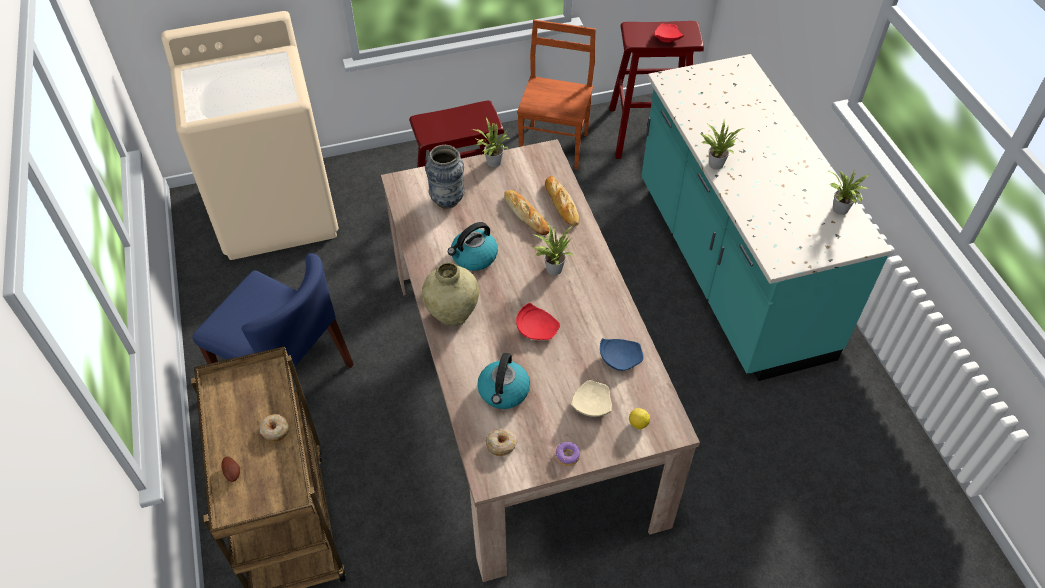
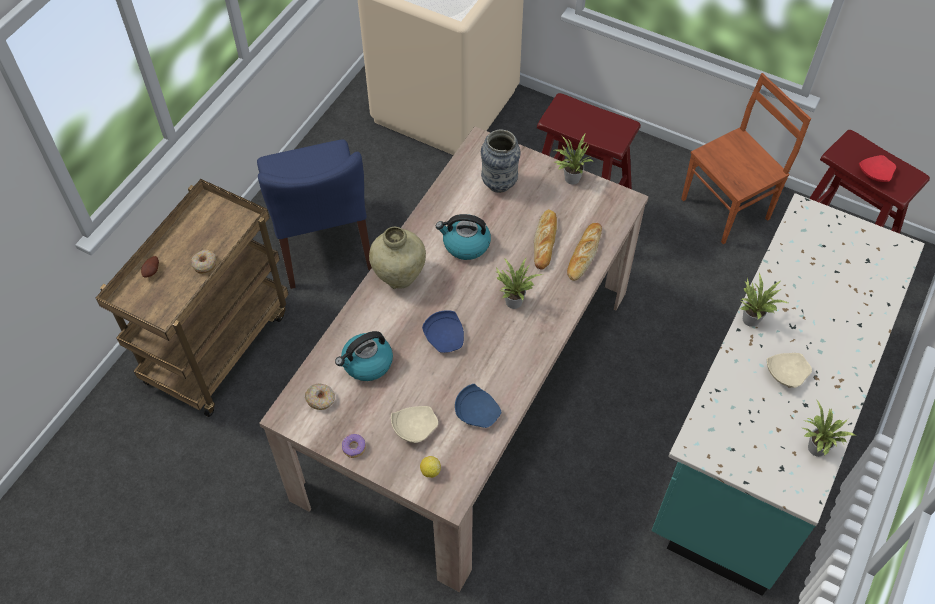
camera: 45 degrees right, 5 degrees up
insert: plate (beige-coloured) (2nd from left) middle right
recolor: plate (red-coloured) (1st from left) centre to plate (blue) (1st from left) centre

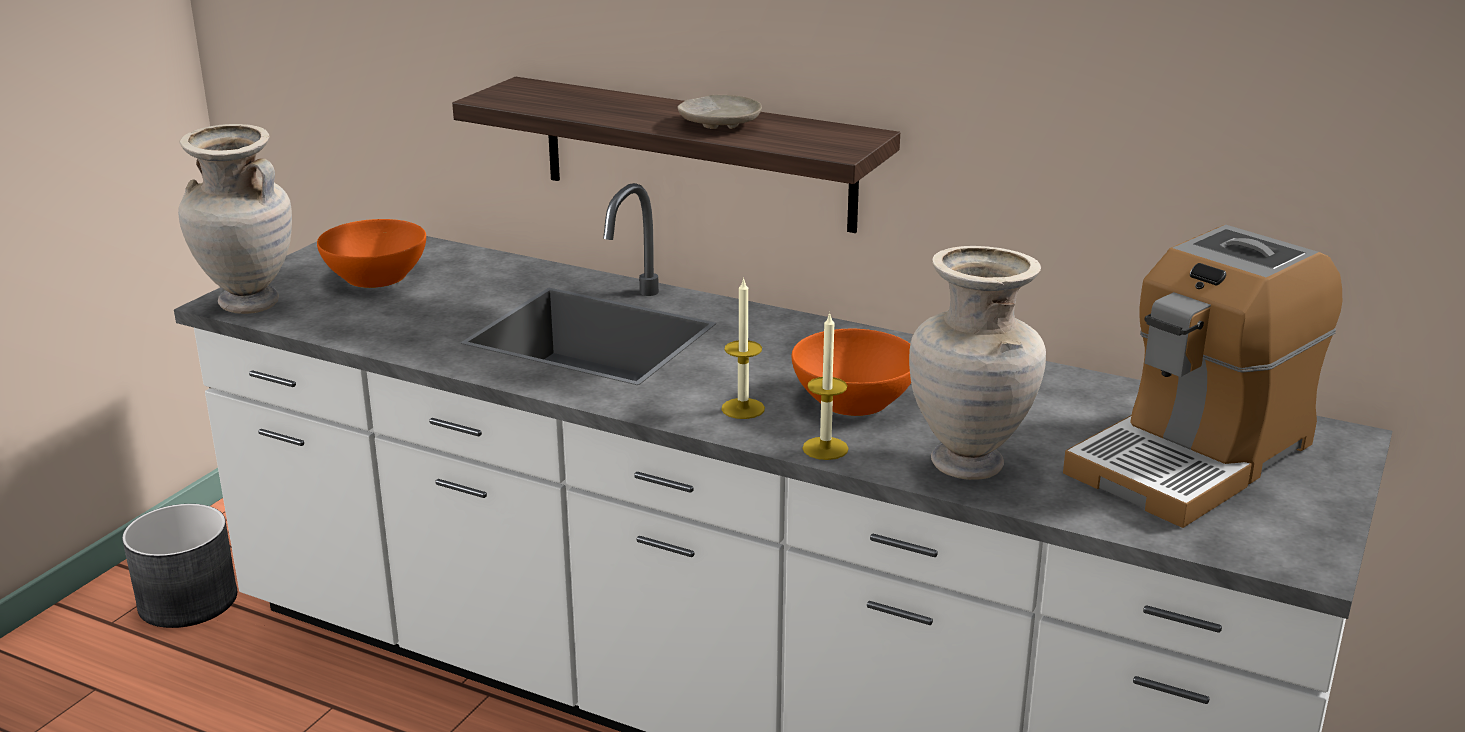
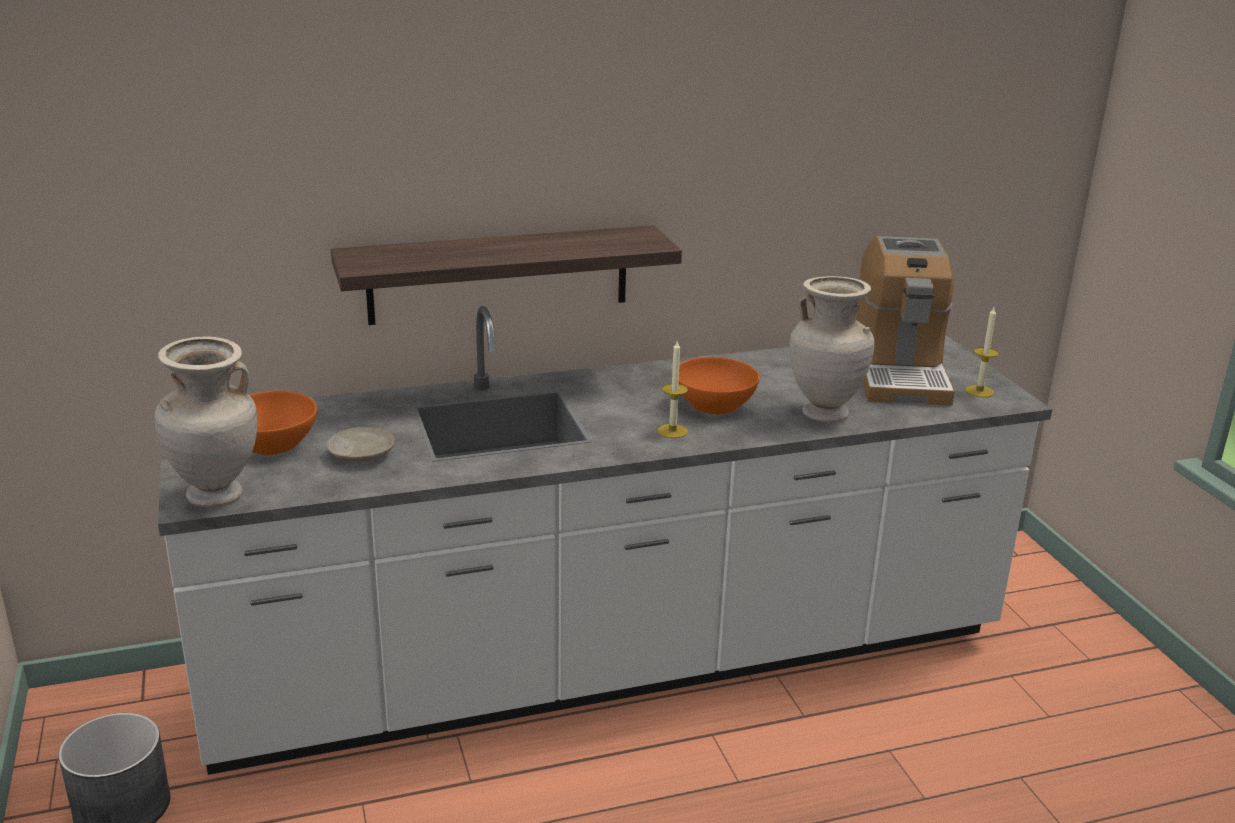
camera: 45 degrees left, 0 degrees up
move: plate (beige-coloured) top centre to middle left; candle (2nd from left) centre to middle right

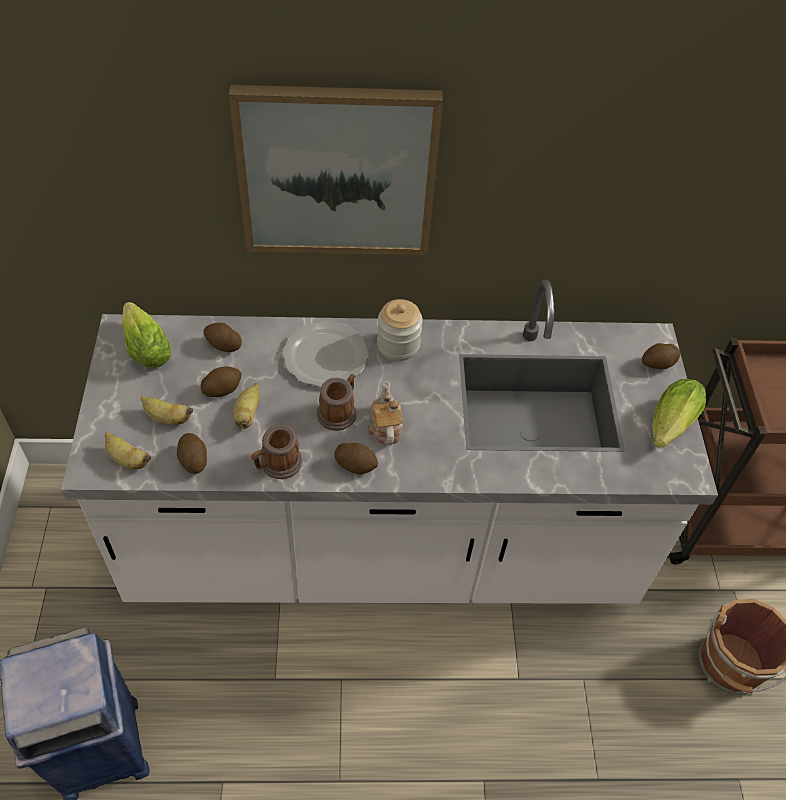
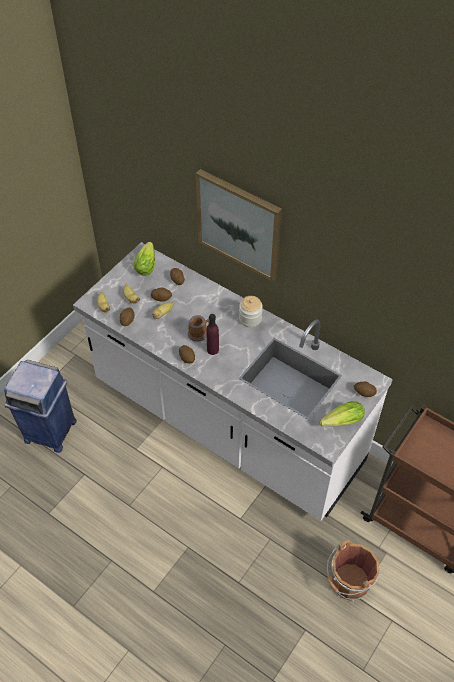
camera: 40 degrees right, 0 degrees up
delete: tea mug (1st from left) centre; plate centre
replace: pot for tea centre to beverage bottle (purple-coloured) centre

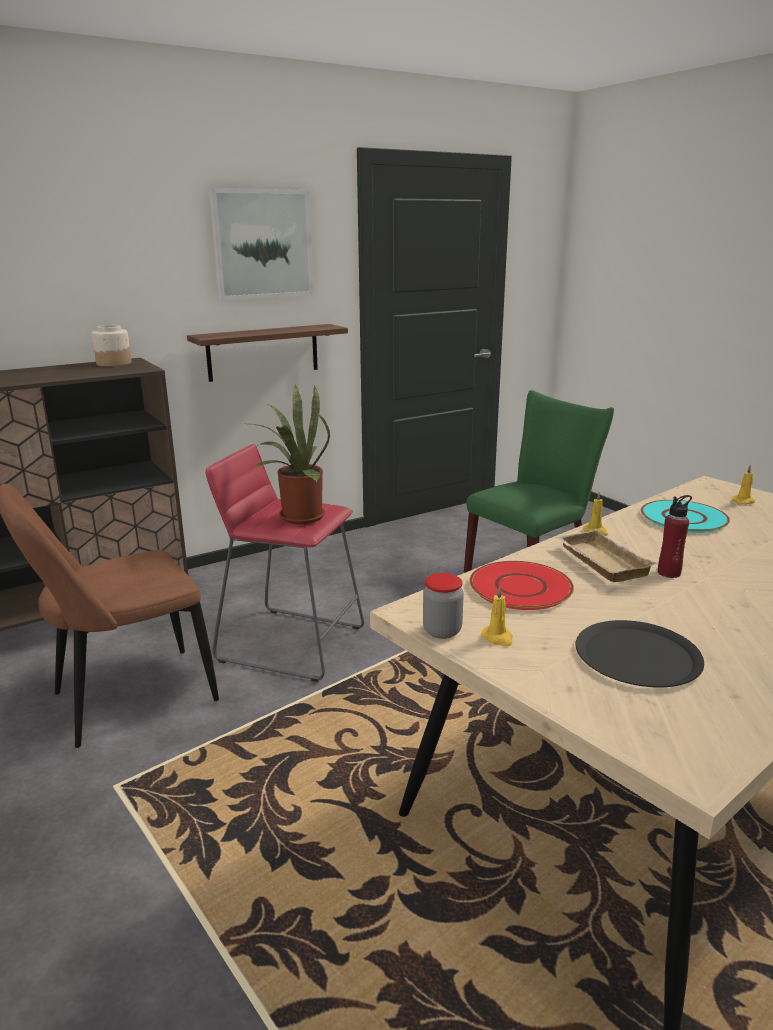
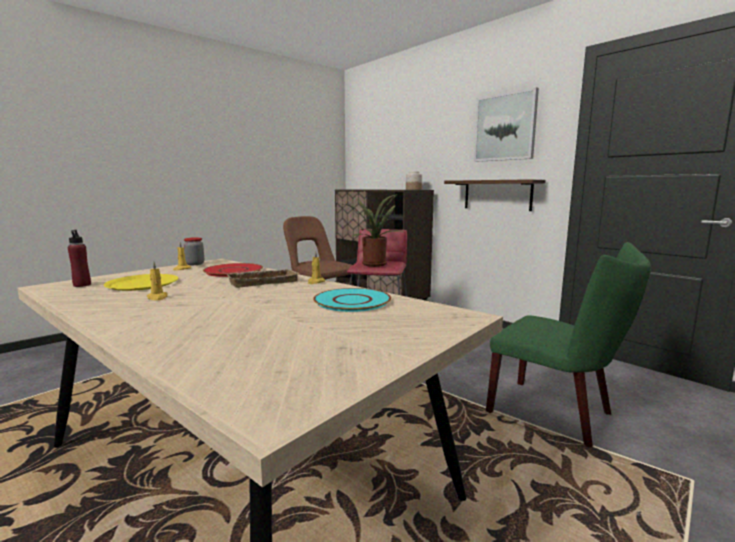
camera: 80 degrees right, 10 degrees down
move: beverage bottle (red-coloured) middle right to middle left; candle (yellow) (3rd from left in the first image) middle right to candle (yellow) (1st from left) middle left
recolor: plate (blackish) middle right to plate (yellow) middle left

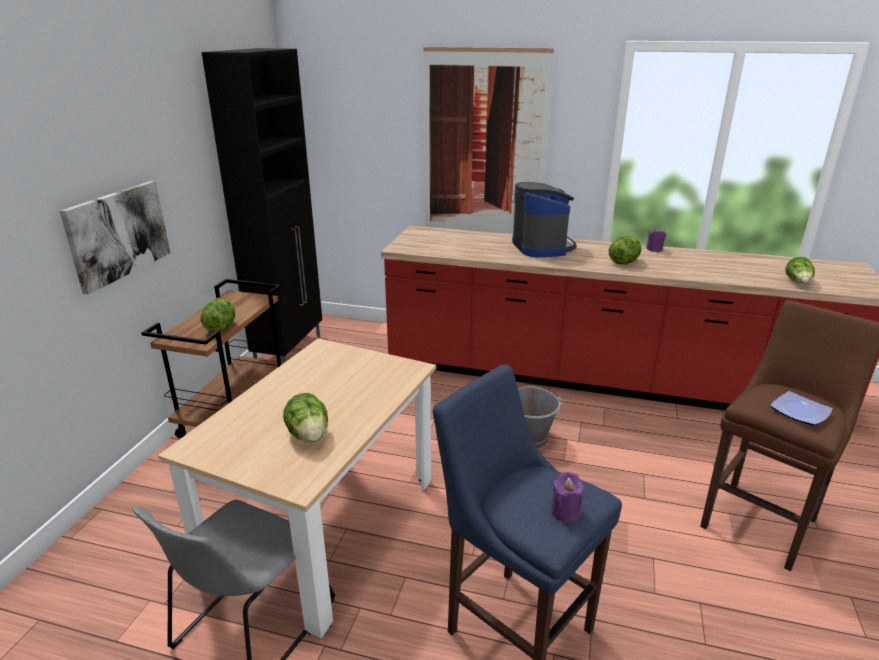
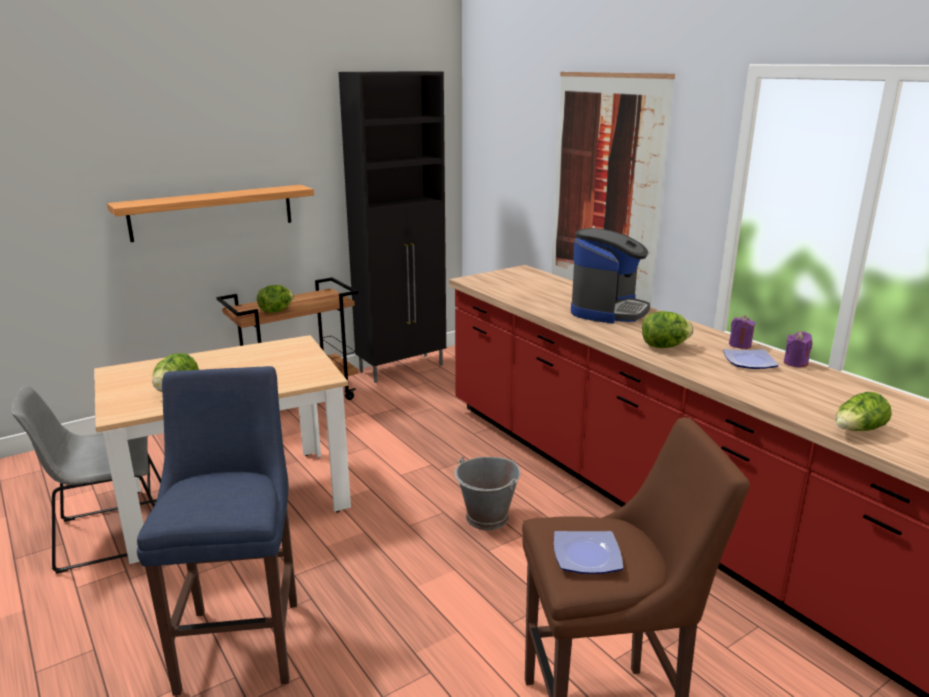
camera: 40 degrees right, 5 degrees down
insert: plate (2nd from left) middle right
move: candle (purple-coloured) (1st from left in the first image) bottom centre to candle (purple-coloured) (2nd from left) middle right
replace: wall picture (1st from left) middle left to bracket shelf top left

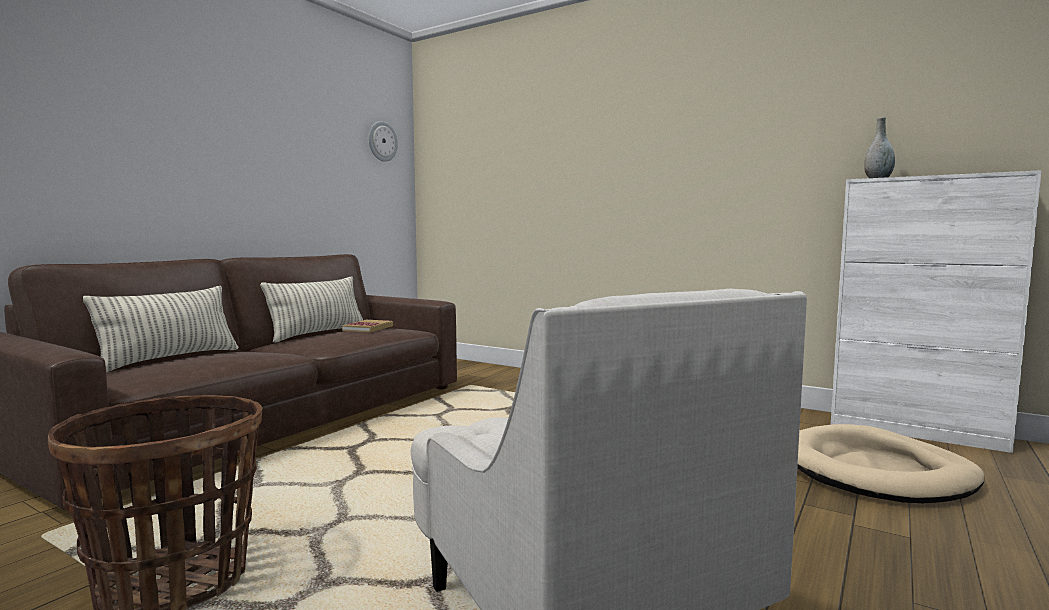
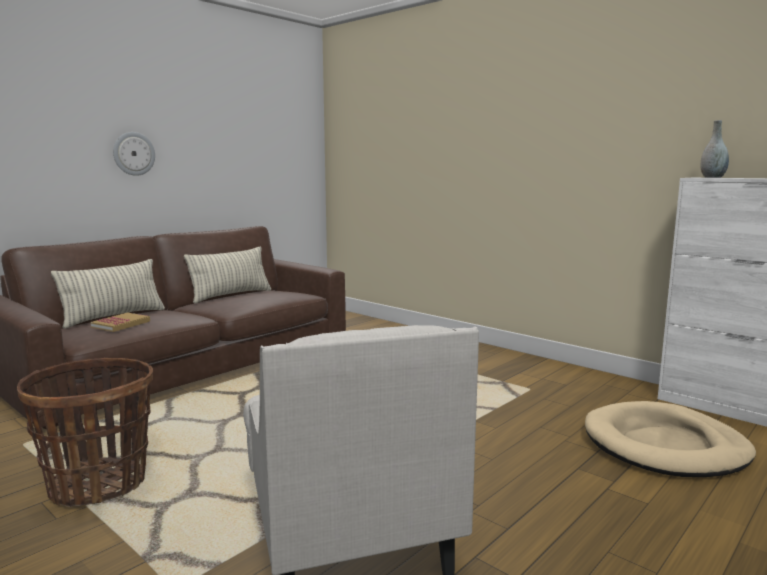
camera: 10 degrees right, 5 degrees up
move: bound book centre to middle left; hanging clock top centre to top left

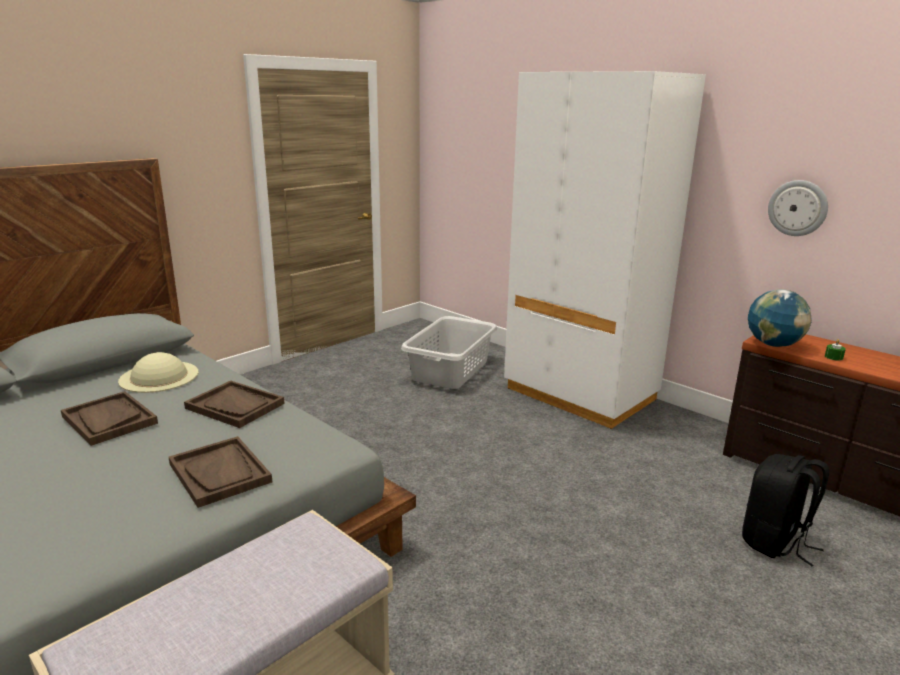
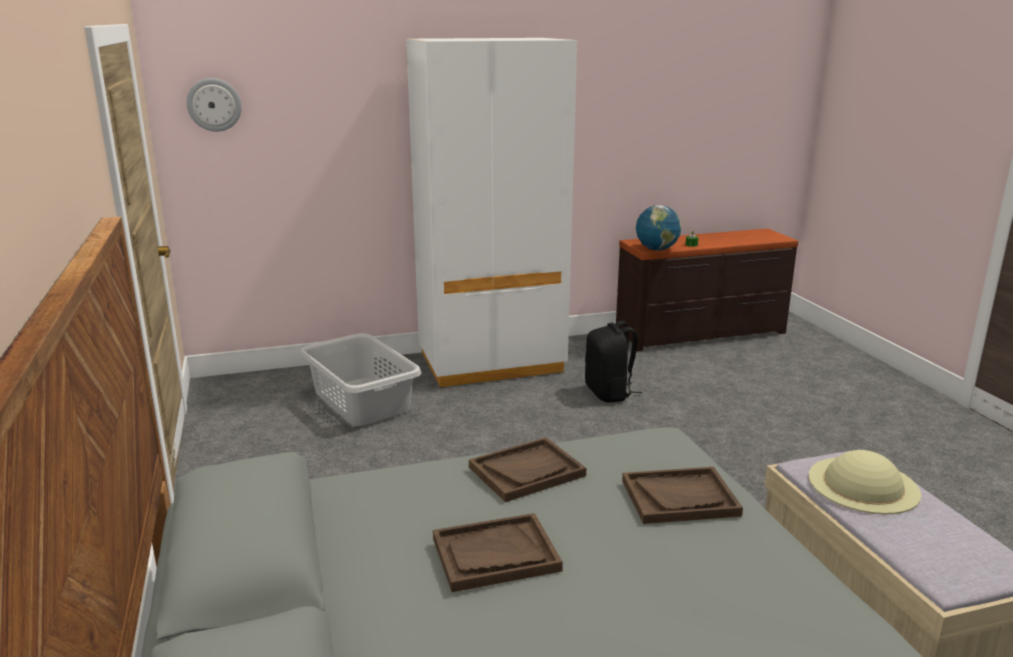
camera: 60 degrees left, 0 degrees up
move: hat (beige-coloured) middle left to bottom right; backpack (blackish) bottom right to centre; hanging clock top right to top left

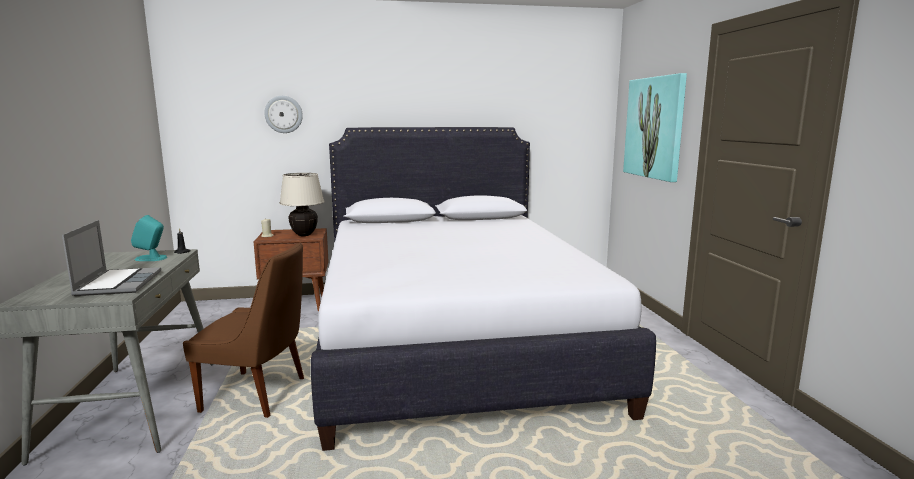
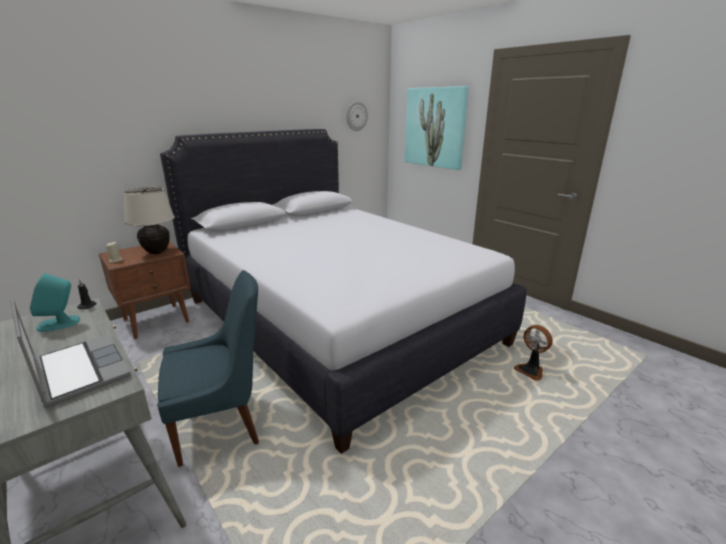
camera: 30 degrees left, 10 degrees up
insert: electric fan middle right
move: hanging clock top left to top centre
recolor: chair (brownish) bottom left to chair (blue) bottom left

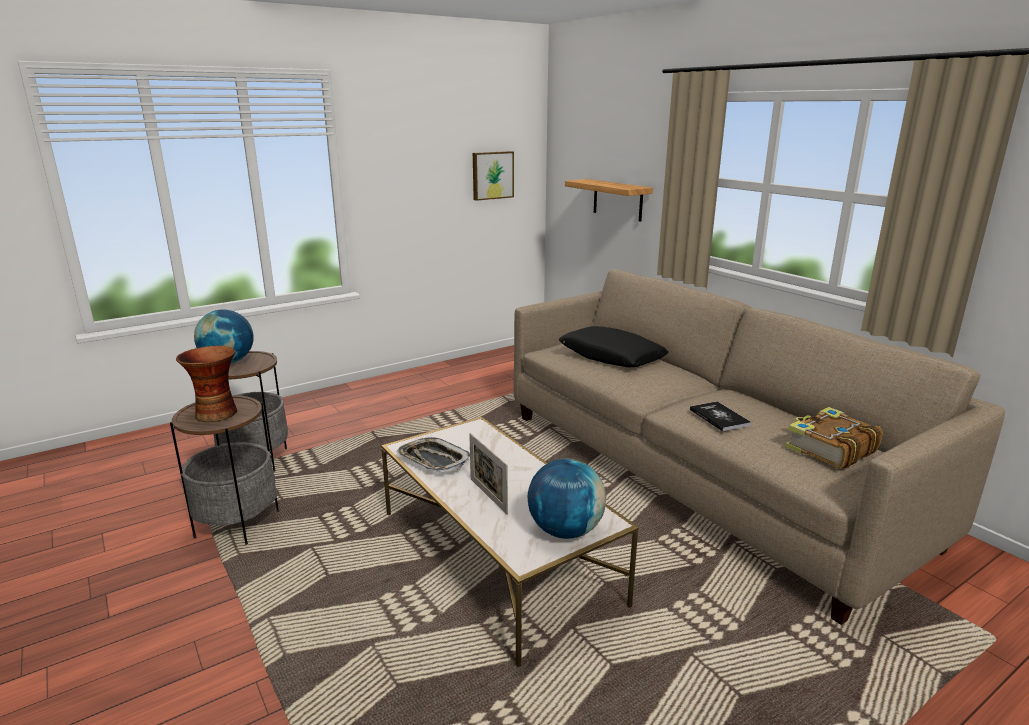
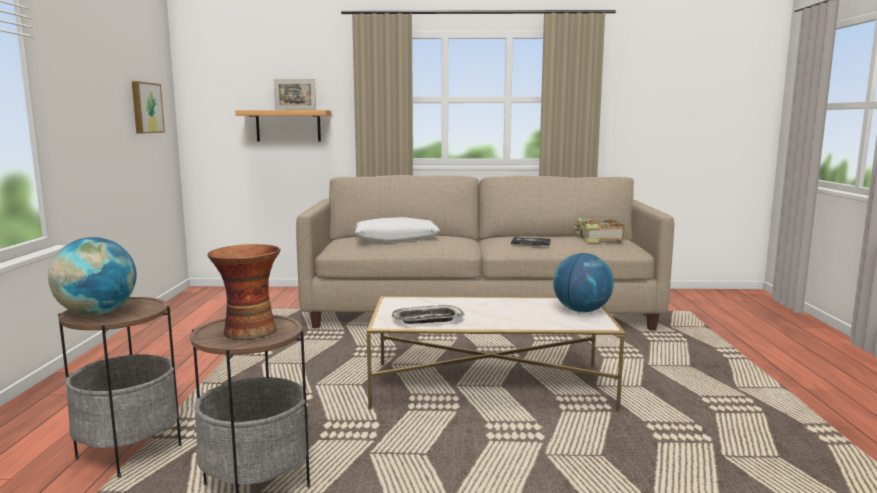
camera: 55 degrees left, 10 degrees down
move: standing frame centre to top centre
recolor: pillow (blackish) centre to pillow (whitish) centre

